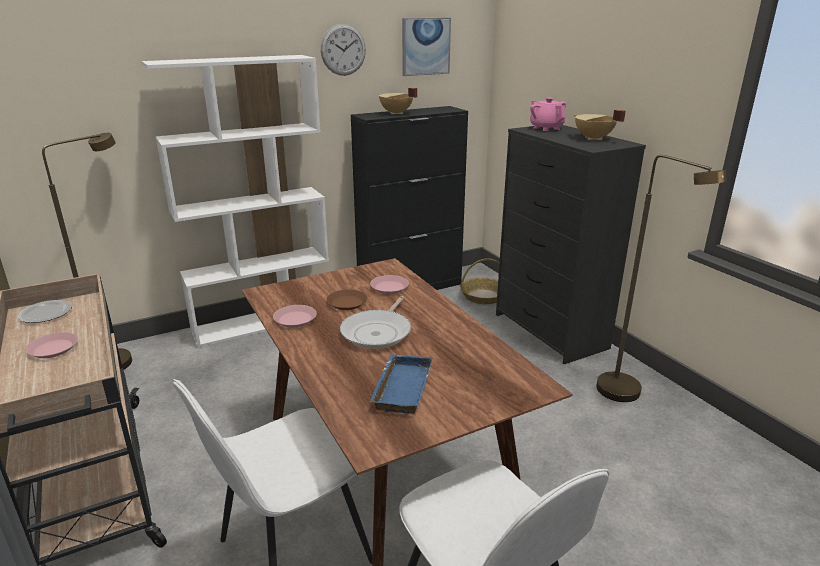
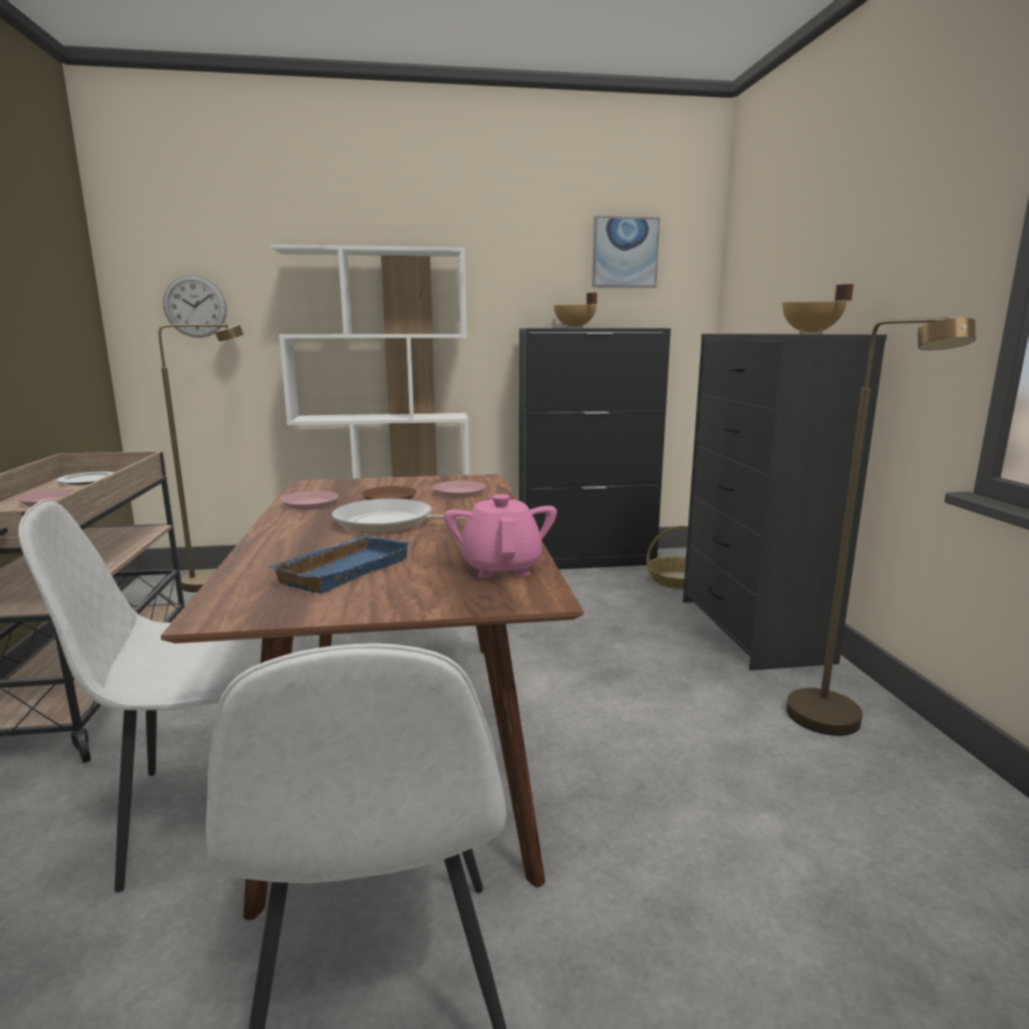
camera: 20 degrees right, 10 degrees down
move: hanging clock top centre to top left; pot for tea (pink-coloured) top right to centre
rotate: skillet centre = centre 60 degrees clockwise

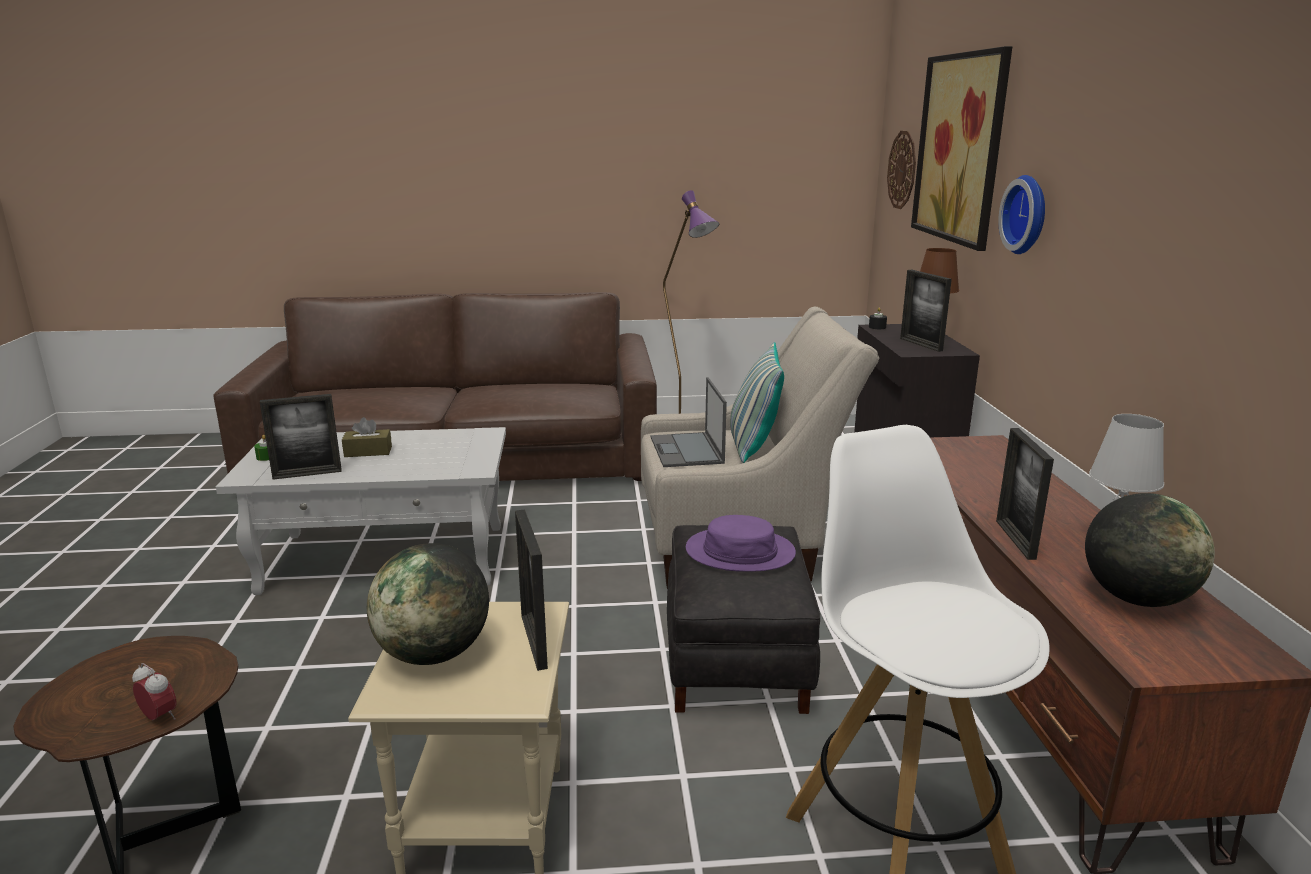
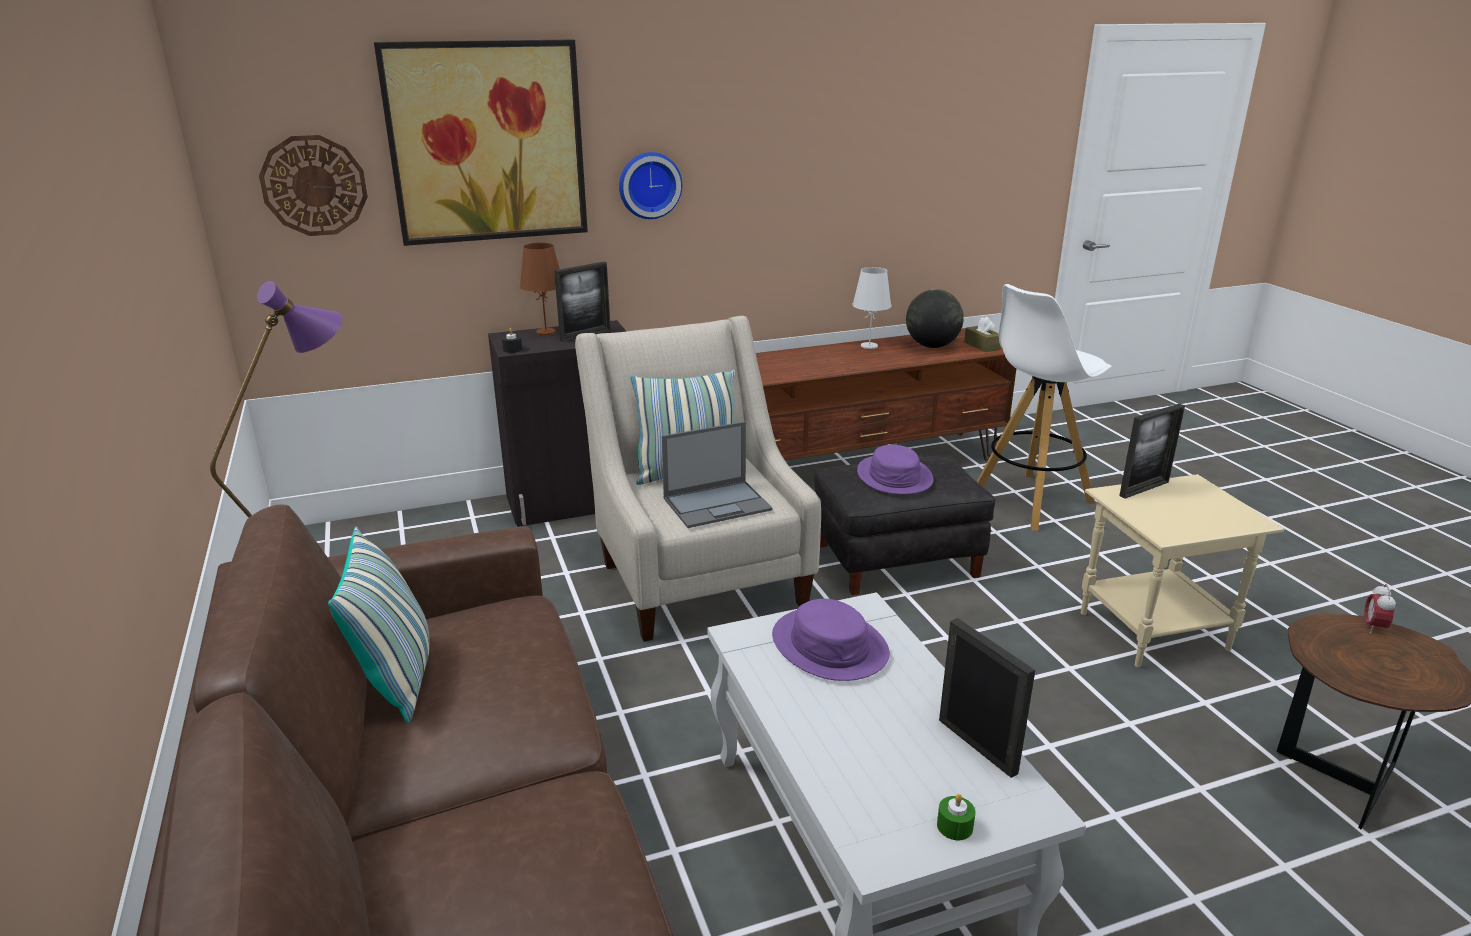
camera: 105 degrees left, 5 degrees up
delete: world globe (1st from left) bottom left; standing frame (4th from left) middle right
insert: pillow (1st from left) bottom left; hat (purple-coloured) (1st from left) bottom centre
move: box of tissues (brownish) middle left to middle right

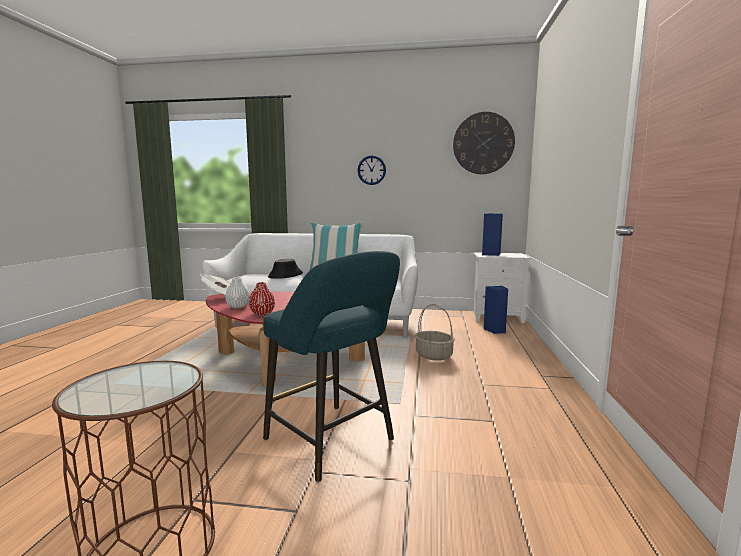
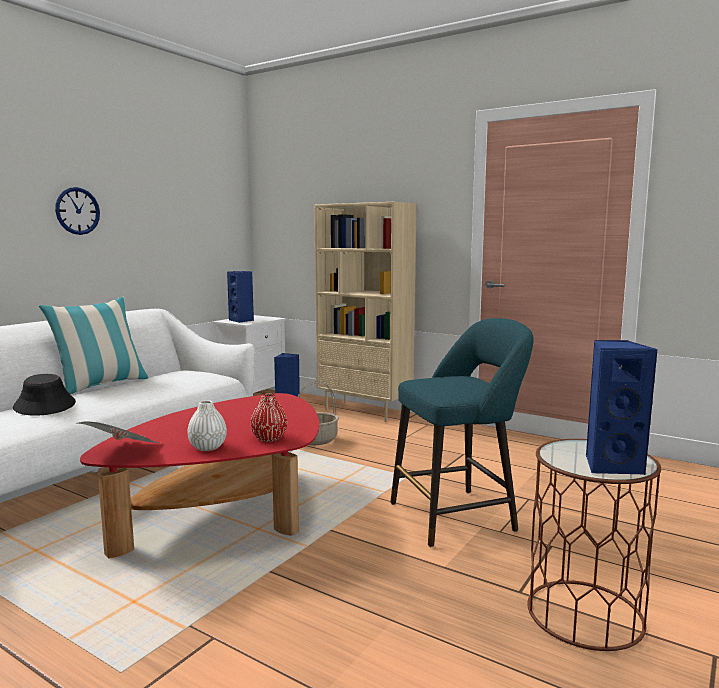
camera: 65 degrees left, 0 degrees up
delete: hanging clock (2nd from left) top centre
insert: shelving unit (beige-coloured) centre; loudspeaker (blue) (3rd from left) middle right

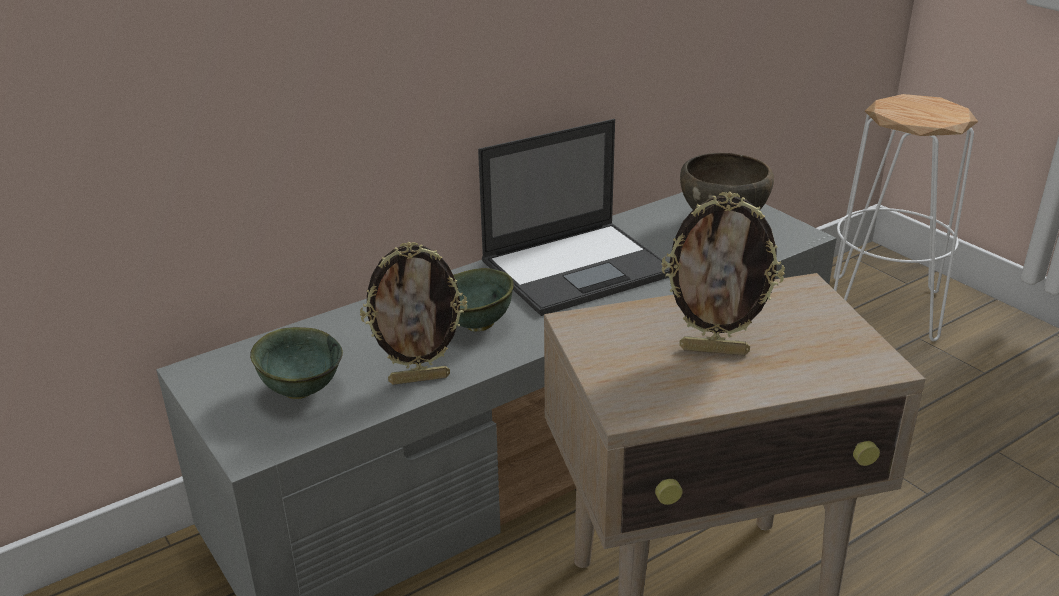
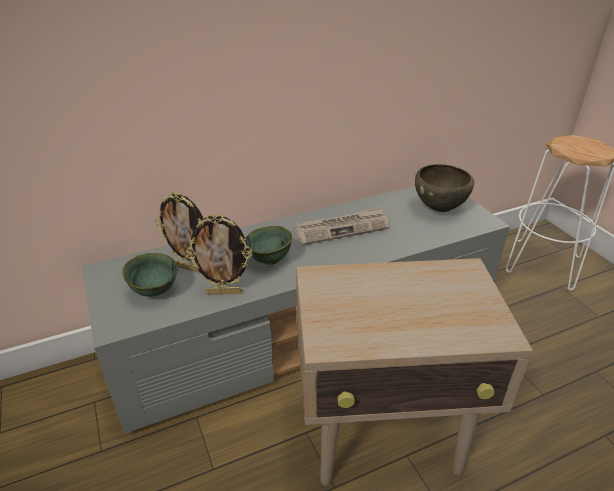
camera: 10 degrees right, 5 degrees up
move: standing frame (2nd from left in the first image) middle right to standing frame (1st from left) middle left
replace: portable computer centre to newspaper centre

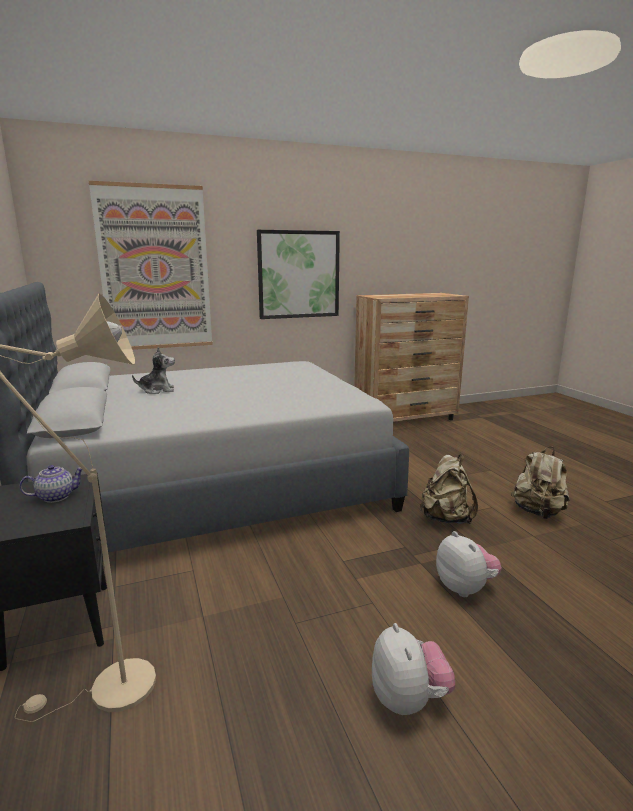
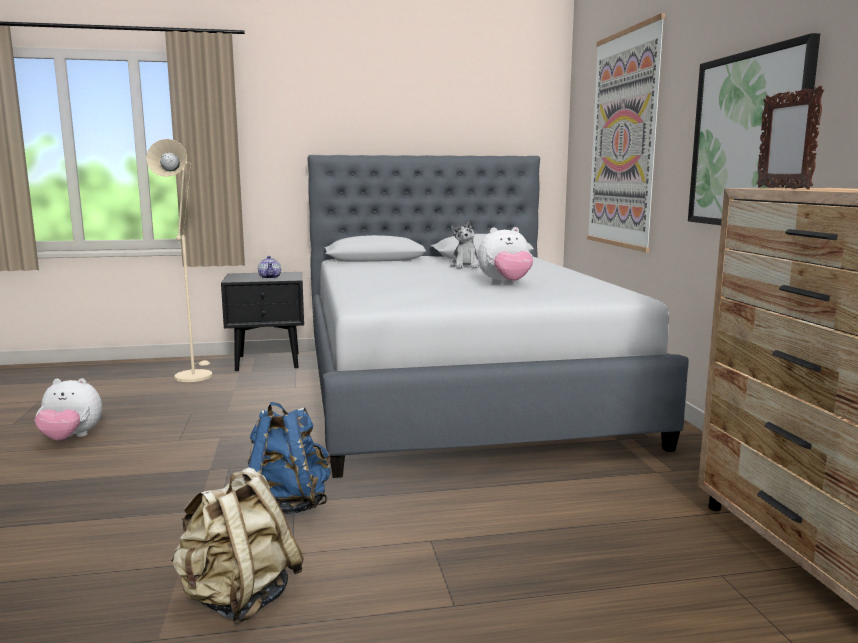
camera: 100 degrees right, 5 degrees down
insert: standing frame top right
move: plush toy (3rd from left) bottom right to centre
recolor: backpack (beige-coloured) (1st from left) middle right to backpack (blue) bottom centre

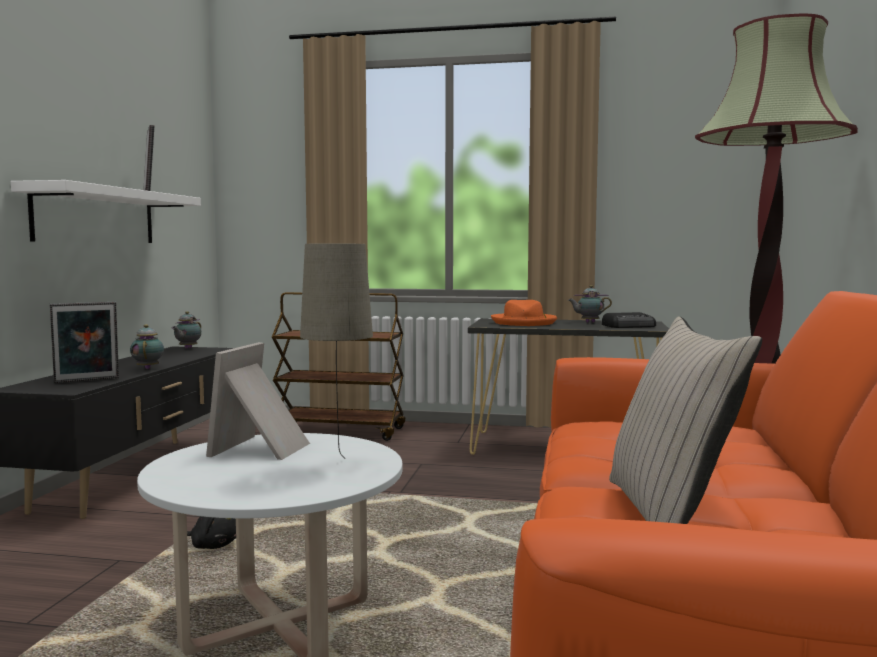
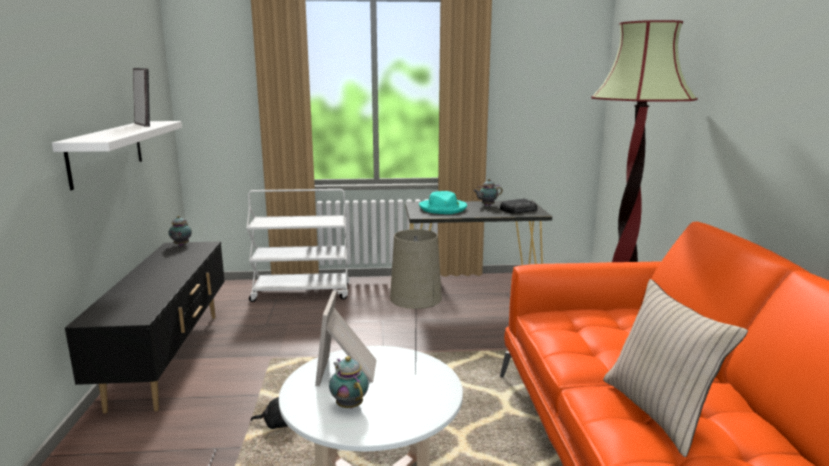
camera: 15 degrees left, 10 degrees up
delete: standing frame (1st from left) middle left
move: pot for tea (1st from left in the first image) middle left to pot for tea (2nd from left) bottom centre
recolor: wheeled cart (brownish) centre to wheeled cart (whitish) centre; hat (orangey) centre to hat (turquoise) centre

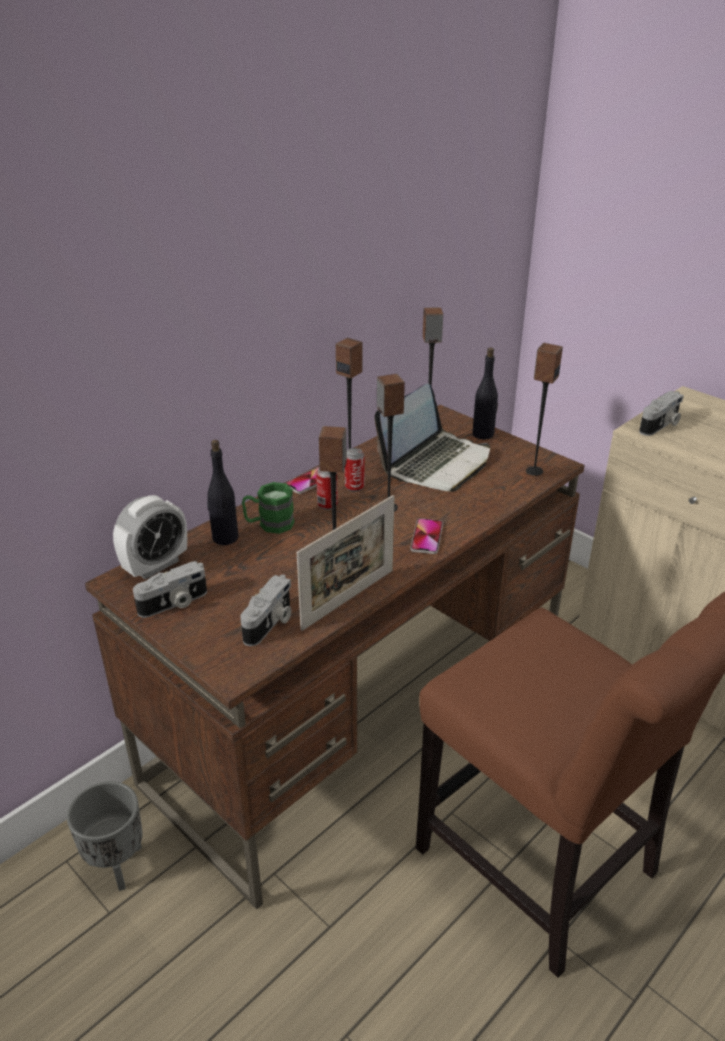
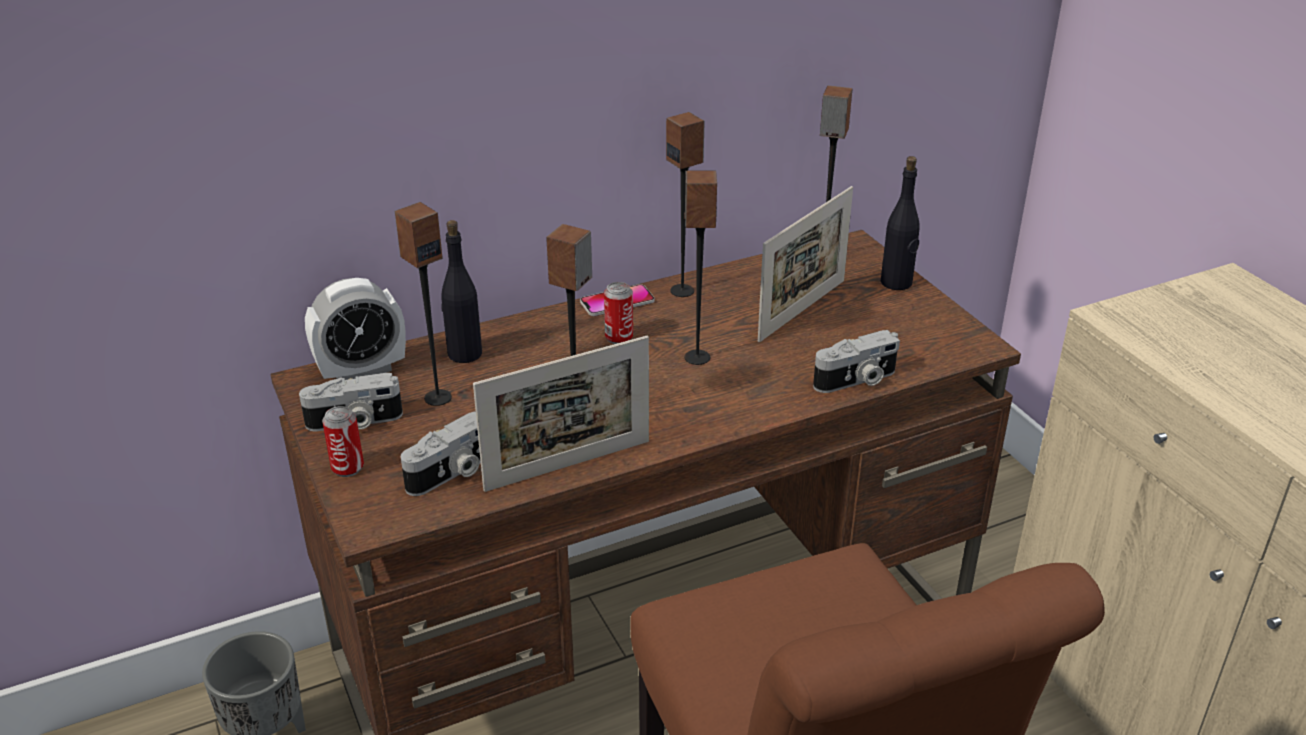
camera: 20 degrees right, 0 degrees up
delete: tea mug (greenish) centre; telephone (2nd from left) centre
move: can (2nd from left in the first image) centre to can (1st from left) middle left; loudspeaker (5th from left in the first image) middle right to loudspeaker (1st from left) middle left; still camera (3rd from left) middle right to centre
replace: portable computer centre to standing frame (2nd from left) centre

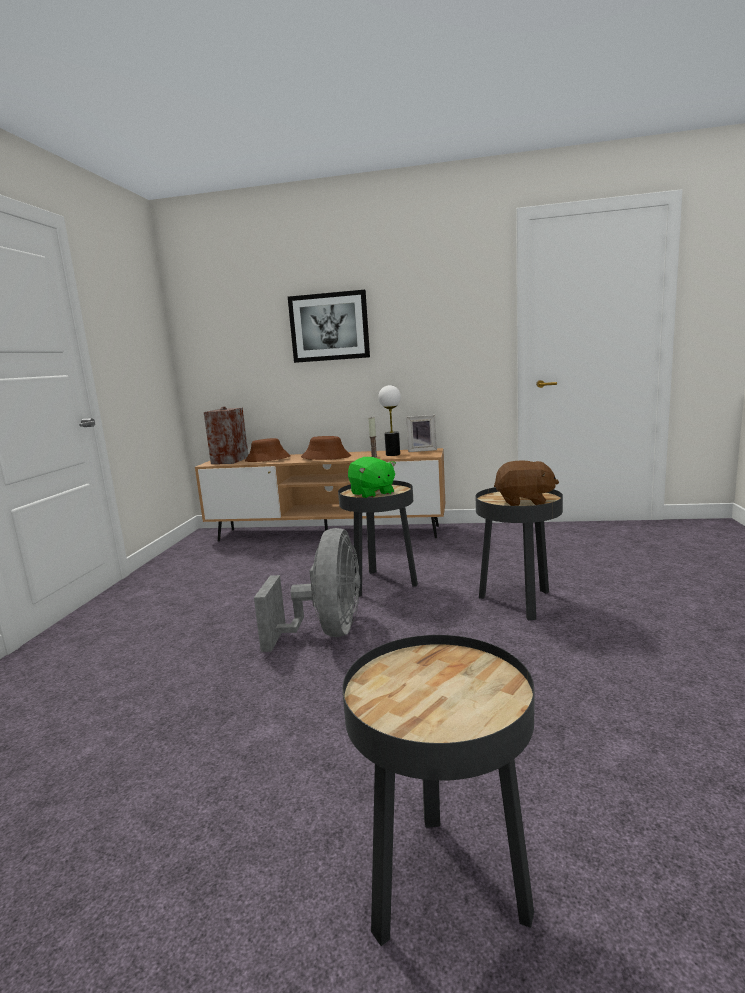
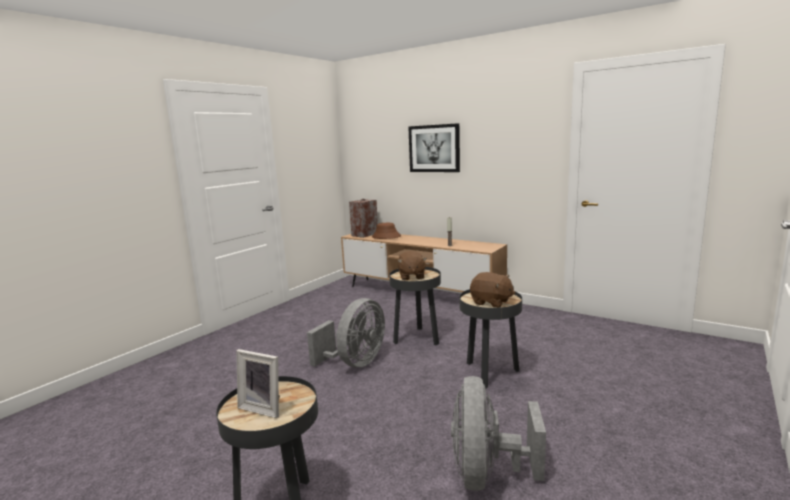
camera: 25 degrees right, 0 degrees up
delete: hat (brownish) (2nd from left) centre; tabletop lamp centre
insert: electric fan (greyish) (2nd from left) bottom centre
move: standing frame centre to bottom left
recolor: plush toy (greenish) centre to plush toy (brownish) (1st from left) centre

